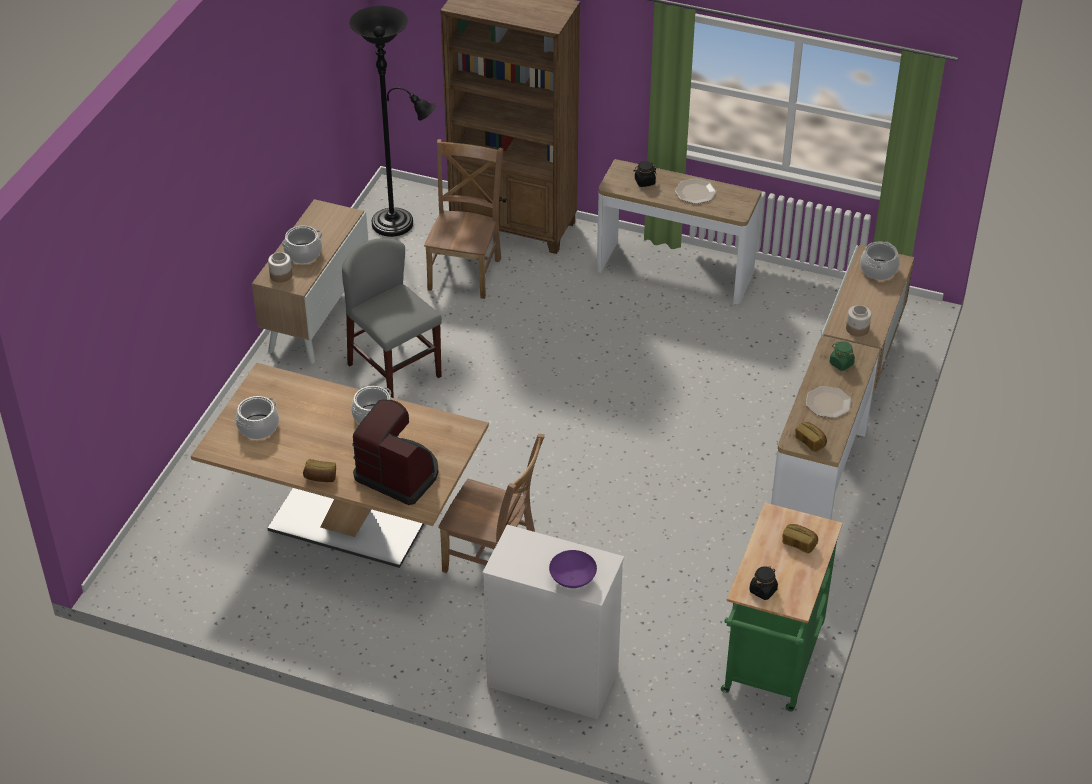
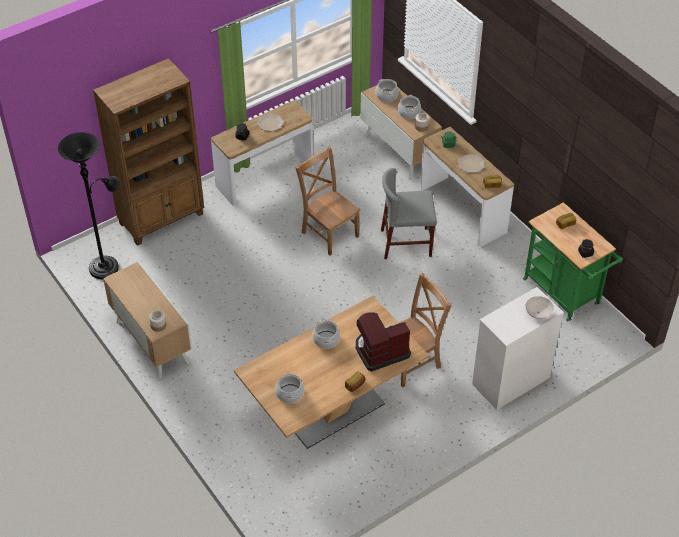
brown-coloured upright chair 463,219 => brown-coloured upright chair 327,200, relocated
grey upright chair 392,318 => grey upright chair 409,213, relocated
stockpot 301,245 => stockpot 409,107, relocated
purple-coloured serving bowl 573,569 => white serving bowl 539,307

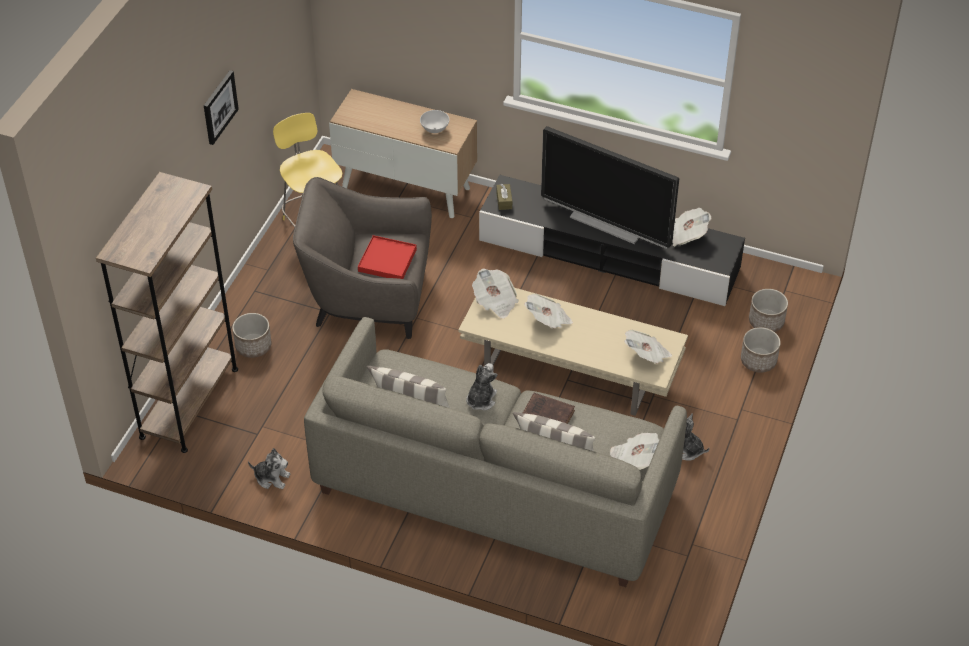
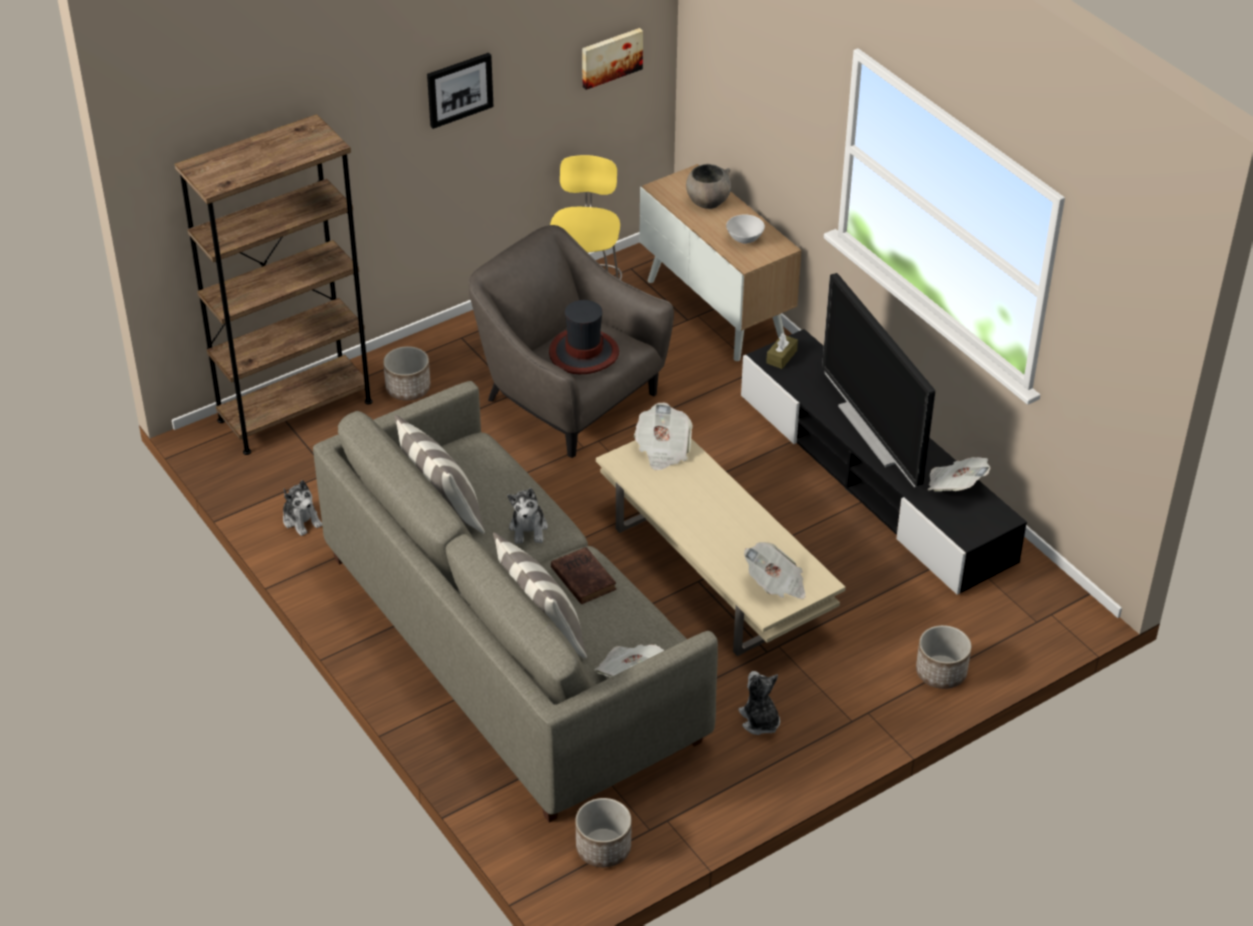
soft toy 481,387 => soft toy 527,516, 120 degrees clockwise
red tray 387,257 => clothing hat 584,337
plant pot 768,310 => plant pot 604,832, relocated
nothing => wall picture 612,59
nothing => grey serving bowl 708,186
daily paper 548,311 => nothing

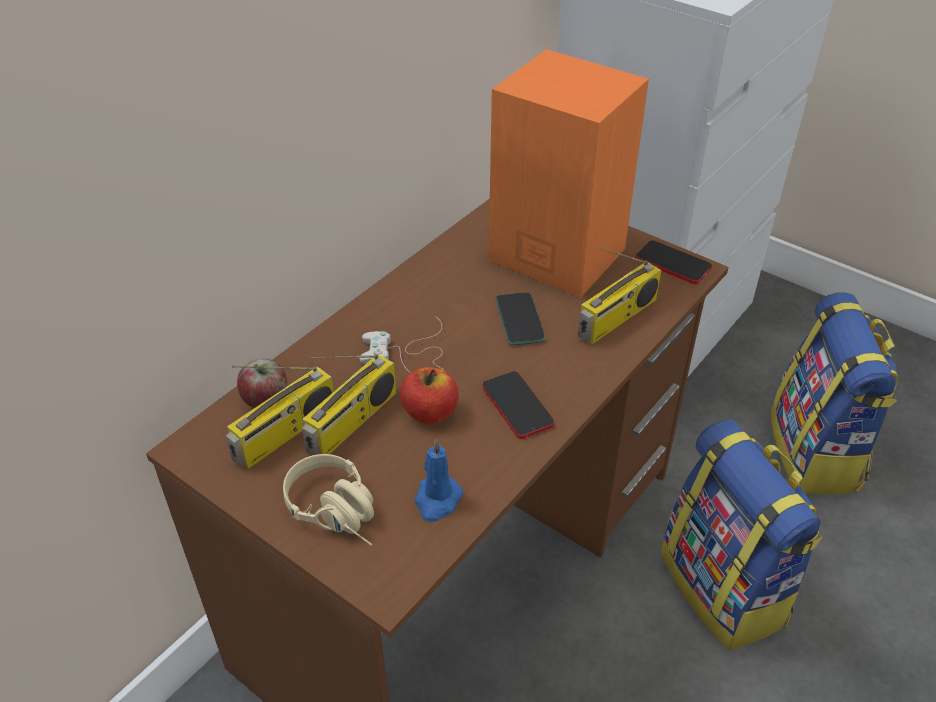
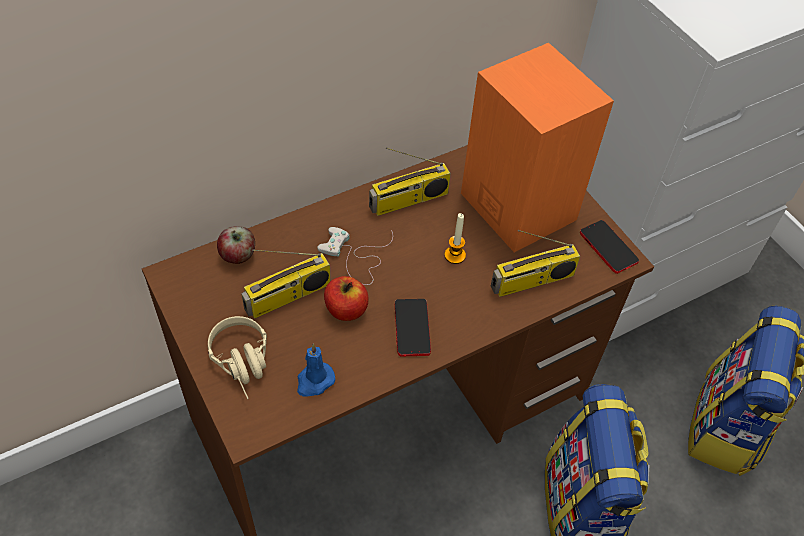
radio set 280,416 => radio set 410,181, relocated
handset 520,319 => wax candle 455,238

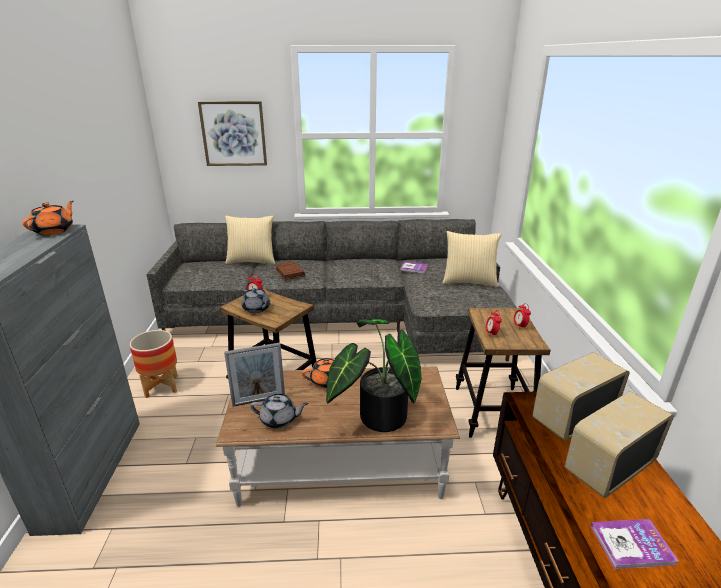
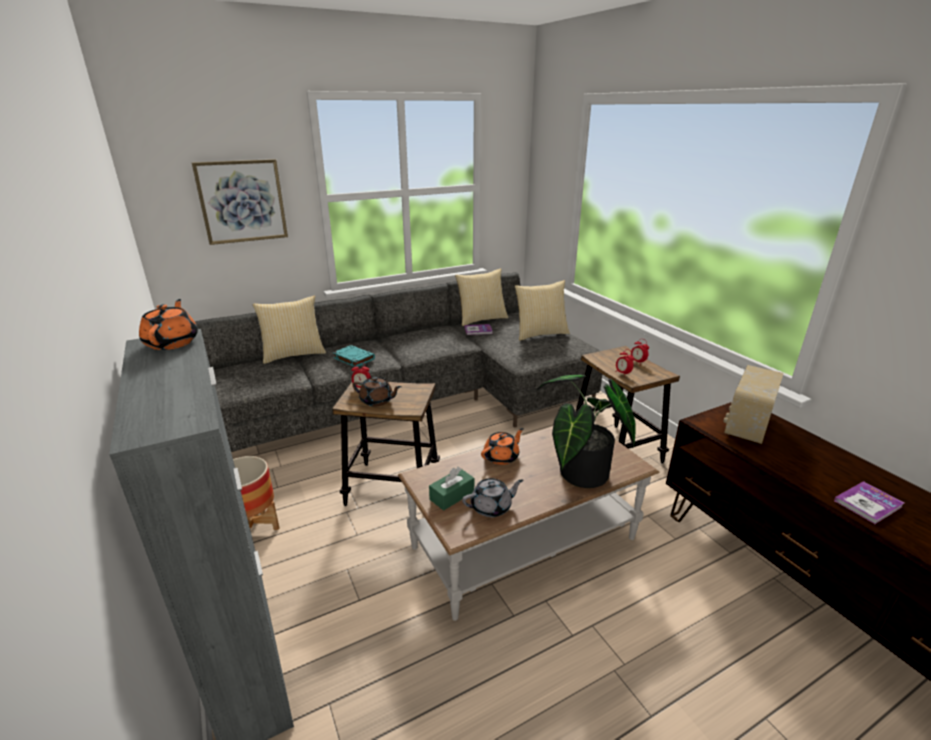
brown-coloured volume 290,270 => turquoise-coloured volume 354,356
grey pot for tea 256,300 => brown-coloured pot for tea 377,391
picture frame 254,375 => green-coloured tissue holder 451,489
nothing => throw pillow 481,297
radio set 619,444 => nothing

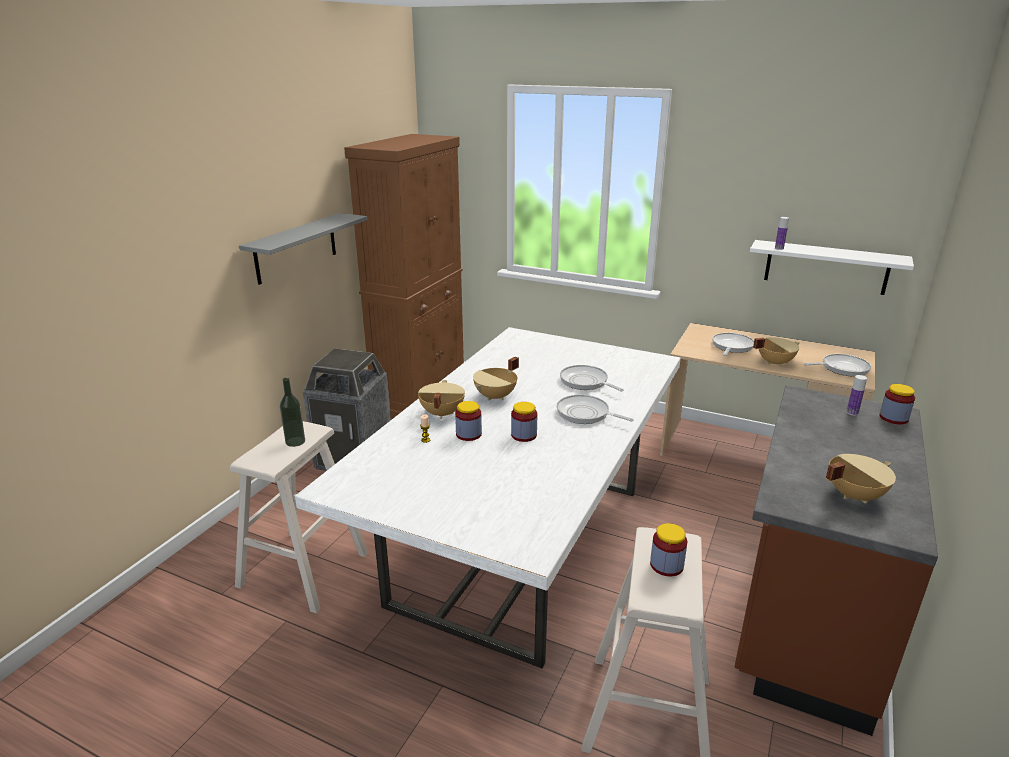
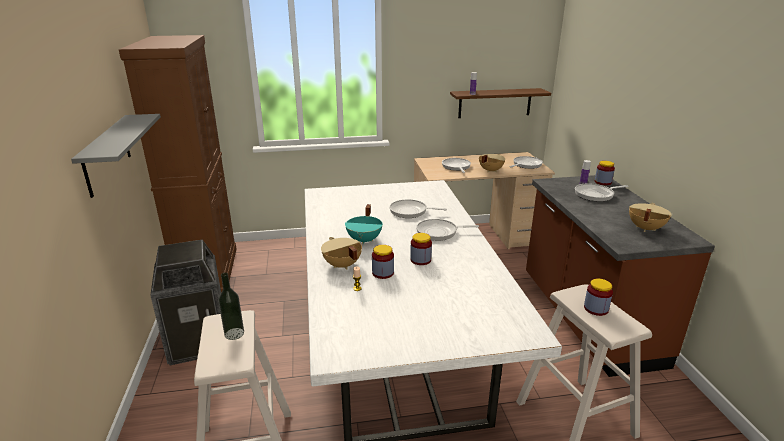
sand-coloured stockpot 496,379 => turquoise-coloured stockpot 363,224
white shelf 832,267 => brown-coloured shelf 500,103
nothing => frying pan 602,193

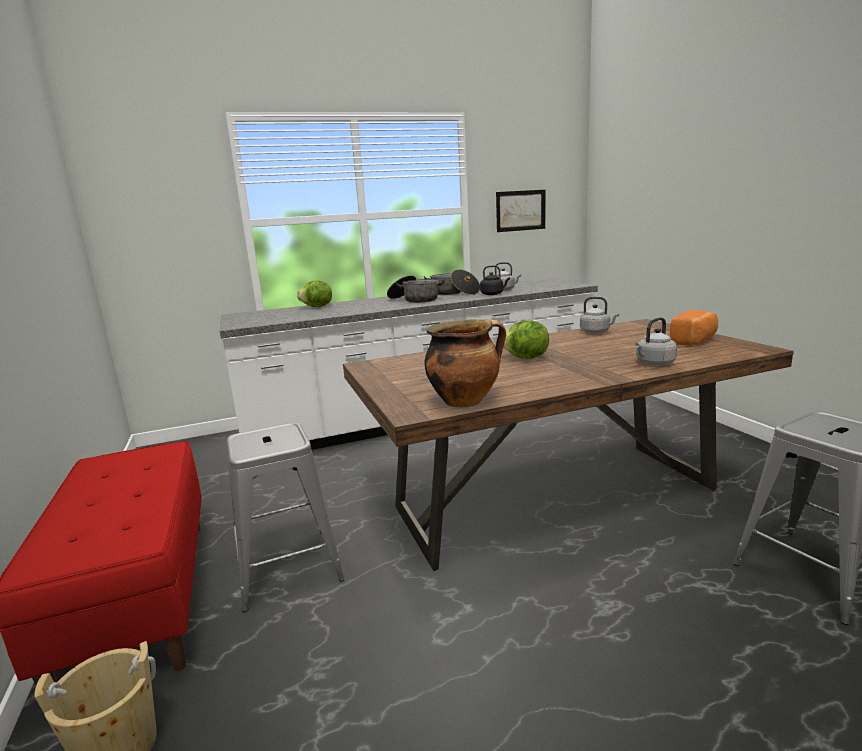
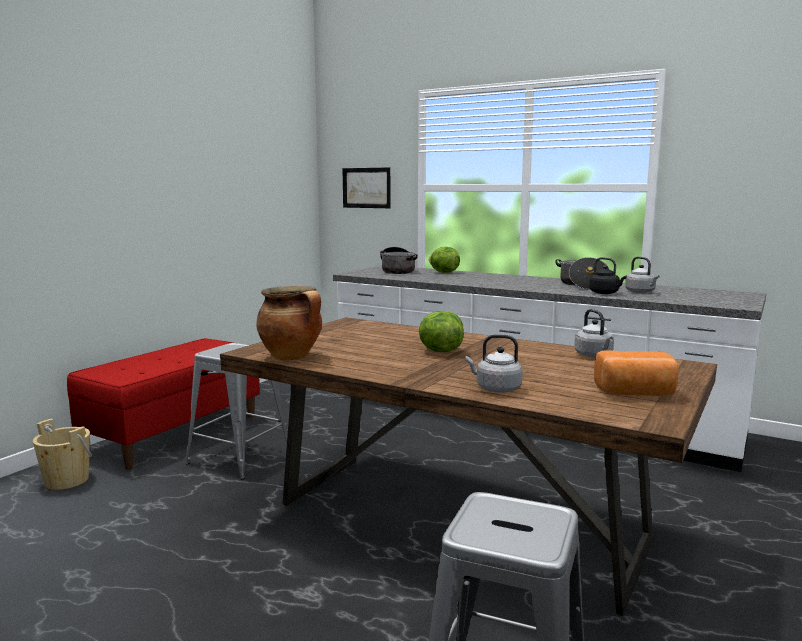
wall picture 520,211 => wall picture 366,187, relocated
stockpot 416,289 => stockpot 399,260, relocated

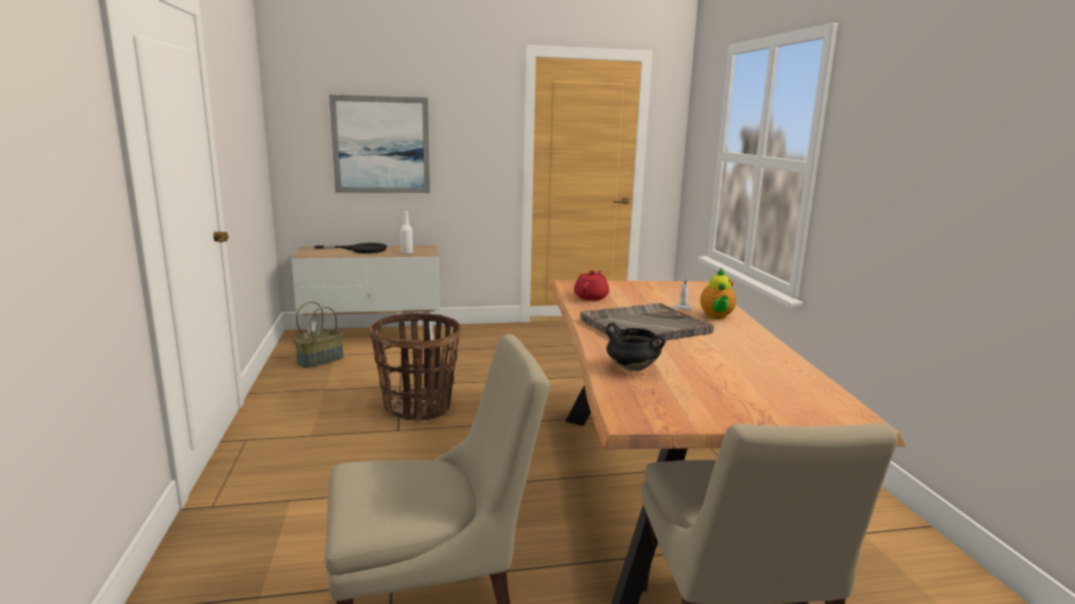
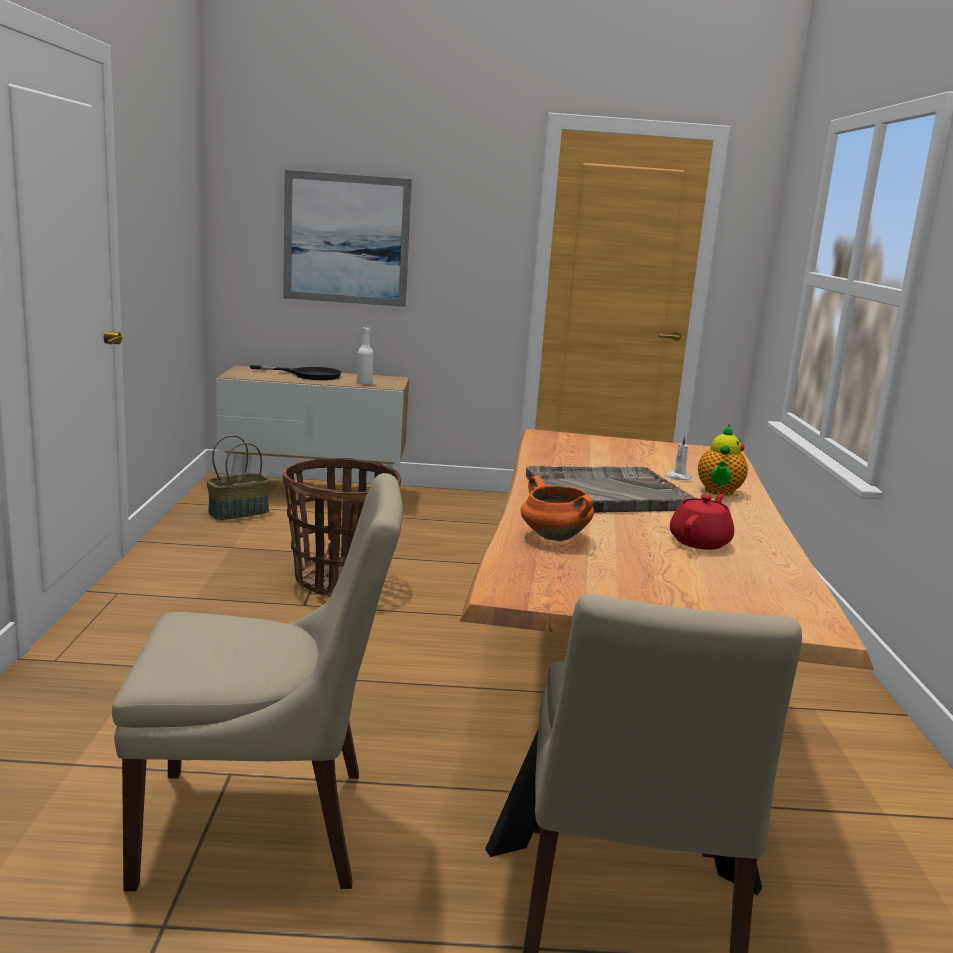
blackish stockpot 636,346 => orange stockpot 557,508
red pot for tea 591,285 => red pot for tea 702,522, relocated

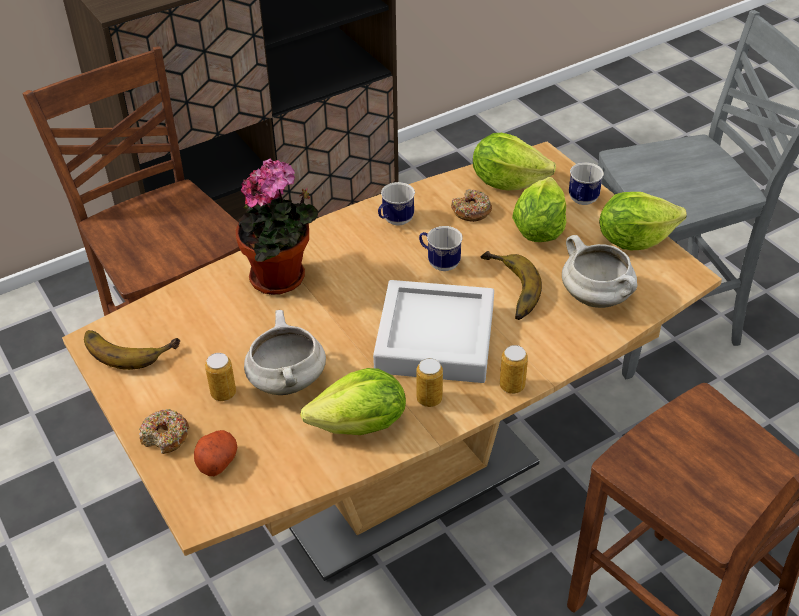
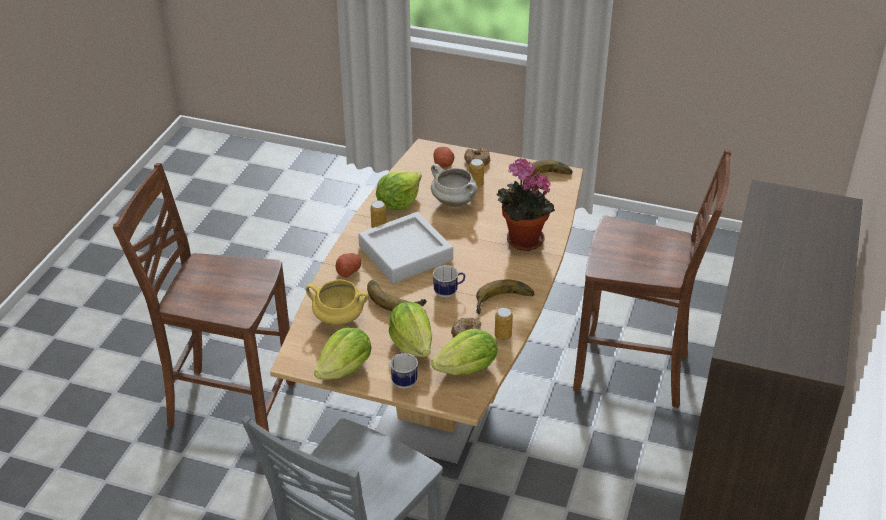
white stockpot 599,271 => yellow stockpot 337,302
nothing => whole potato 348,265
tea mug 396,204 => whole banana 505,297
metal can 514,369 => metal can 504,324, relocated

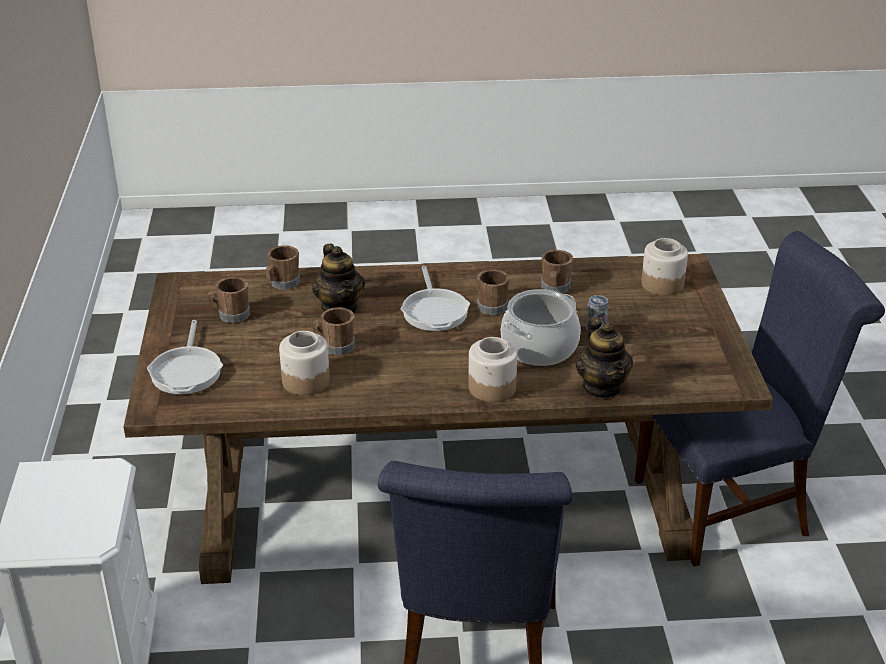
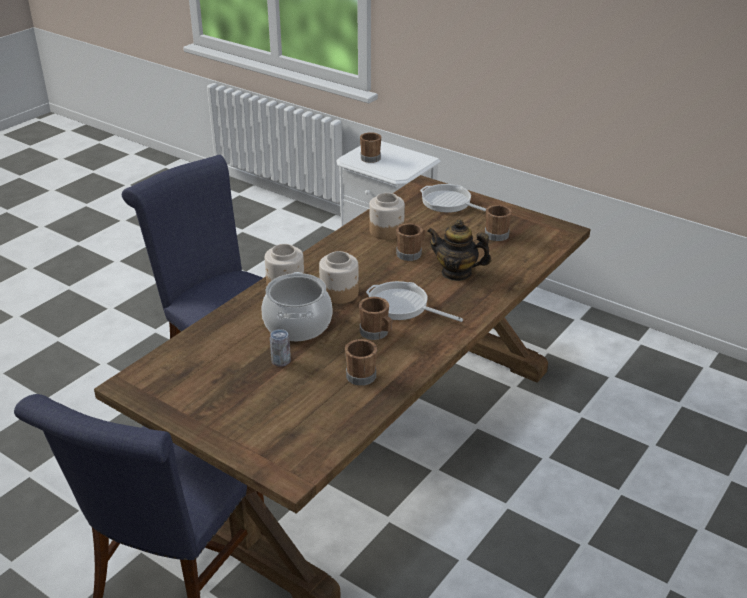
jar 664,267 => jar 339,277, relocated
brown-coloured tea mug 282,267 => brown-coloured tea mug 370,148, relocated
pot for tea 604,357 => nothing

